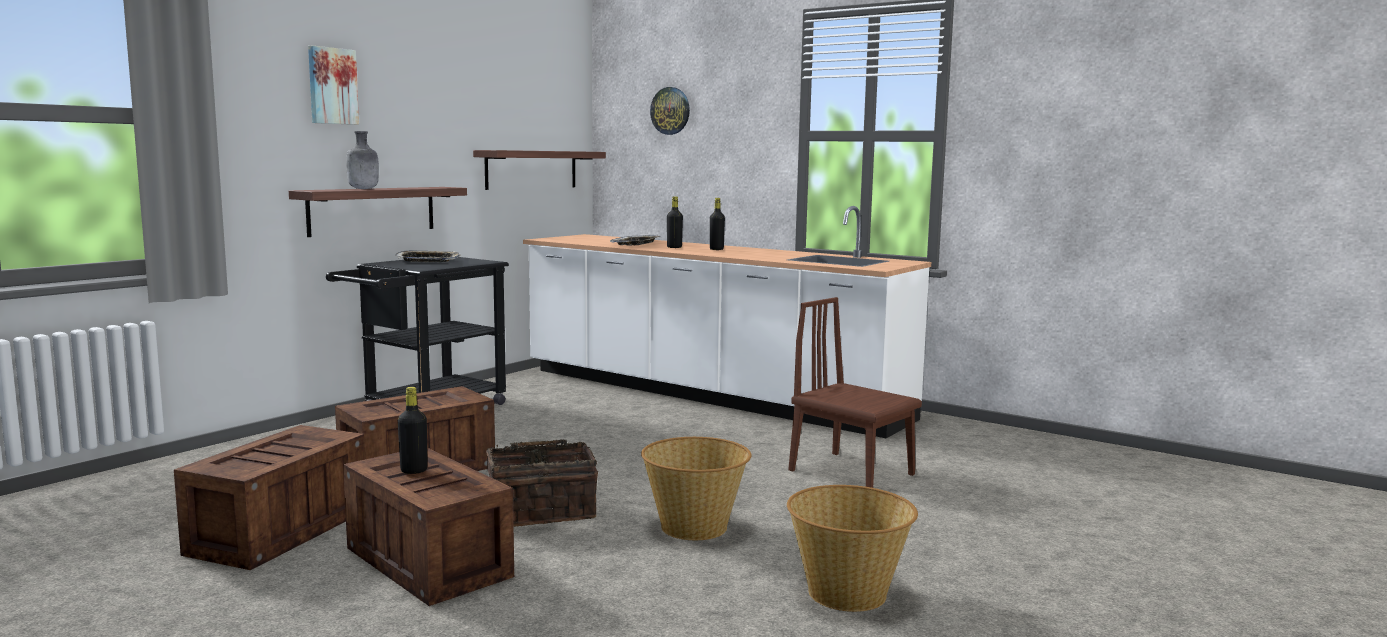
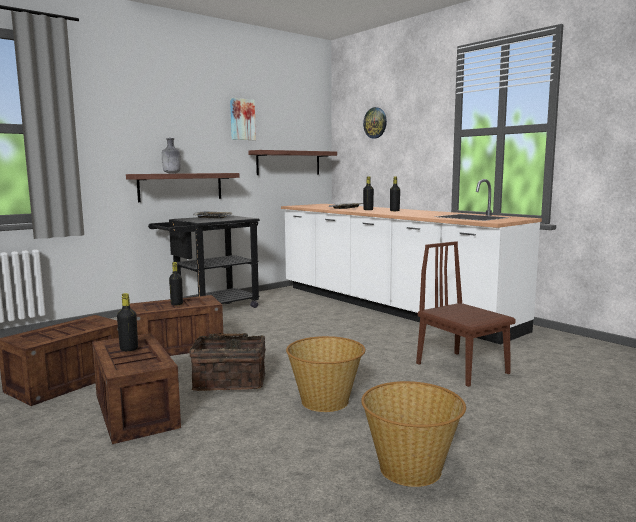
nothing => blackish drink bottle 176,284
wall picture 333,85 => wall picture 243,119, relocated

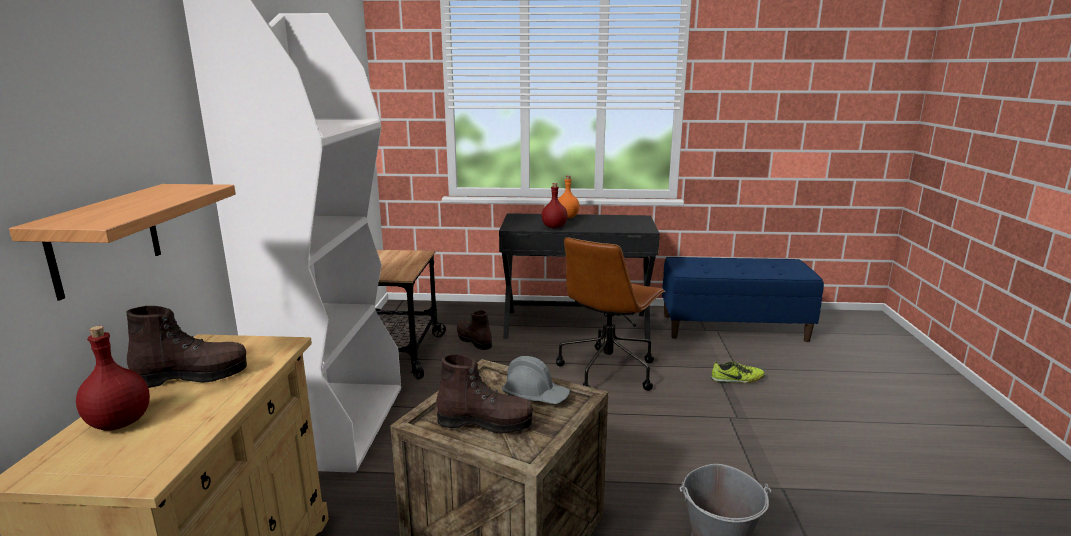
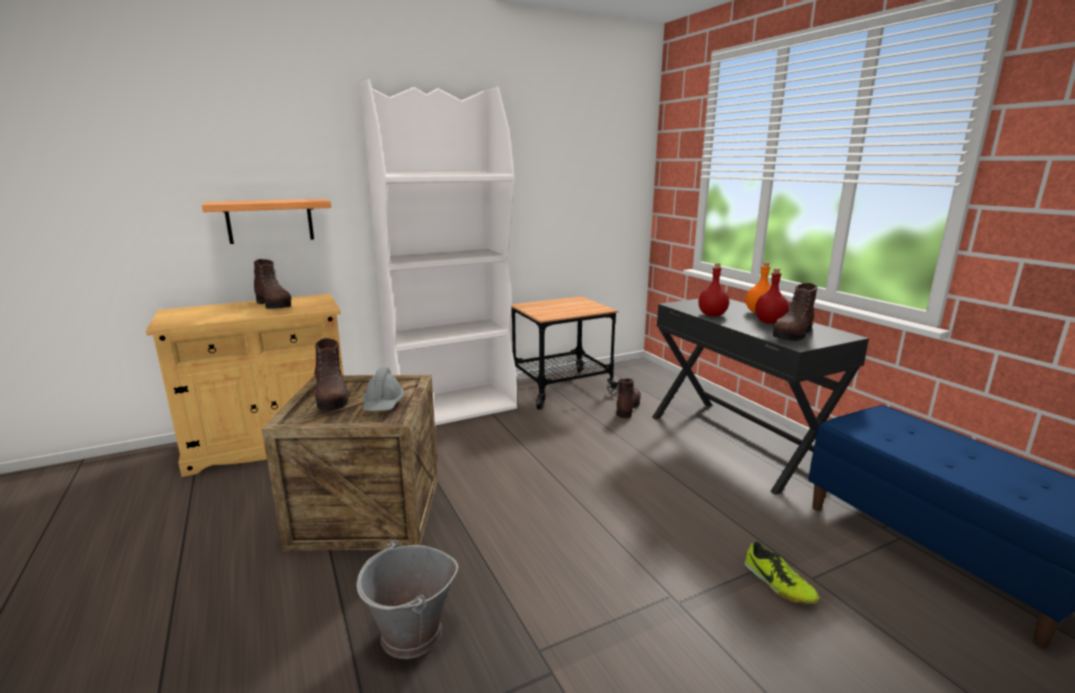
red drink bottle 113,378 => red drink bottle 772,296, relocated
nothing => brown-coloured high-top boot 795,312
brown-coloured office chair 610,314 => nothing

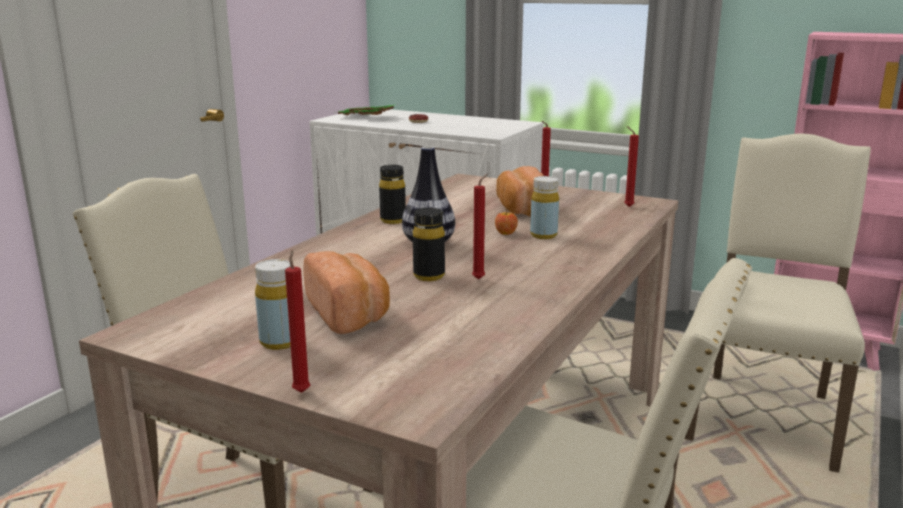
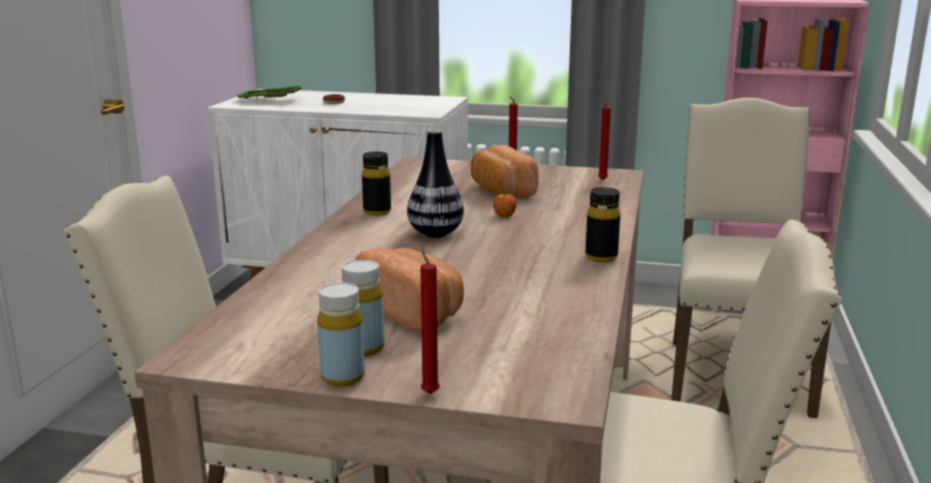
yellow drink bottle 544,207 => yellow drink bottle 341,334, relocated
blackish drink bottle 429,244 => blackish drink bottle 602,224, relocated
red wax candle 480,227 => nothing

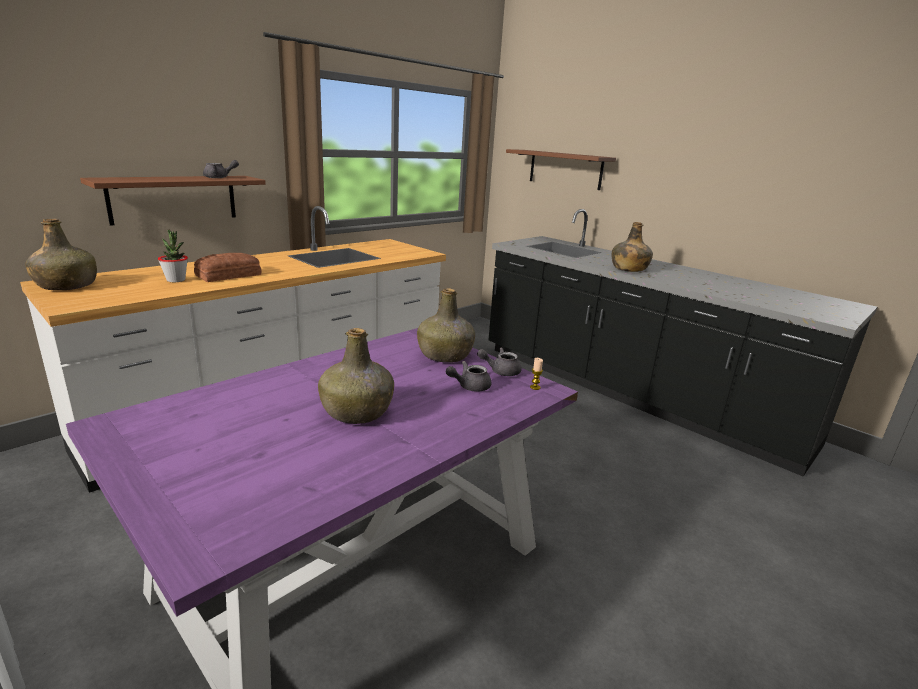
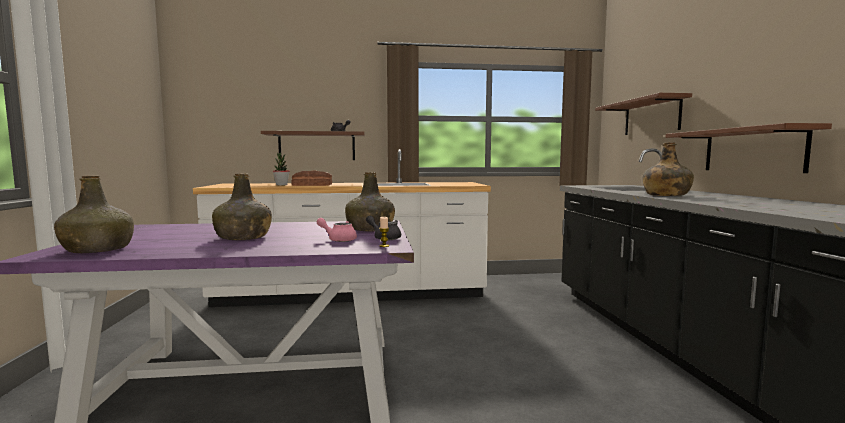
green-coloured drink bottle 61,255 => green-coloured drink bottle 94,214, relocated
grey pot for tea 469,376 => pink pot for tea 337,230
nothing => brown-coloured shelf 749,148

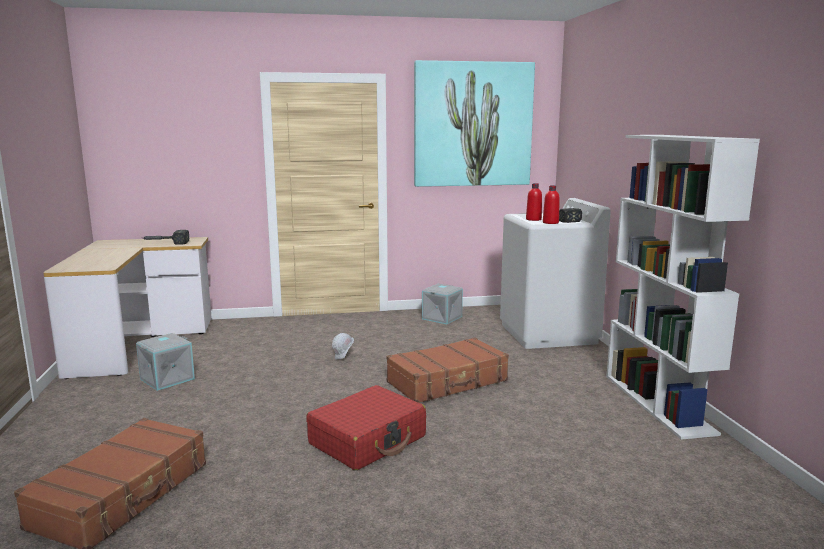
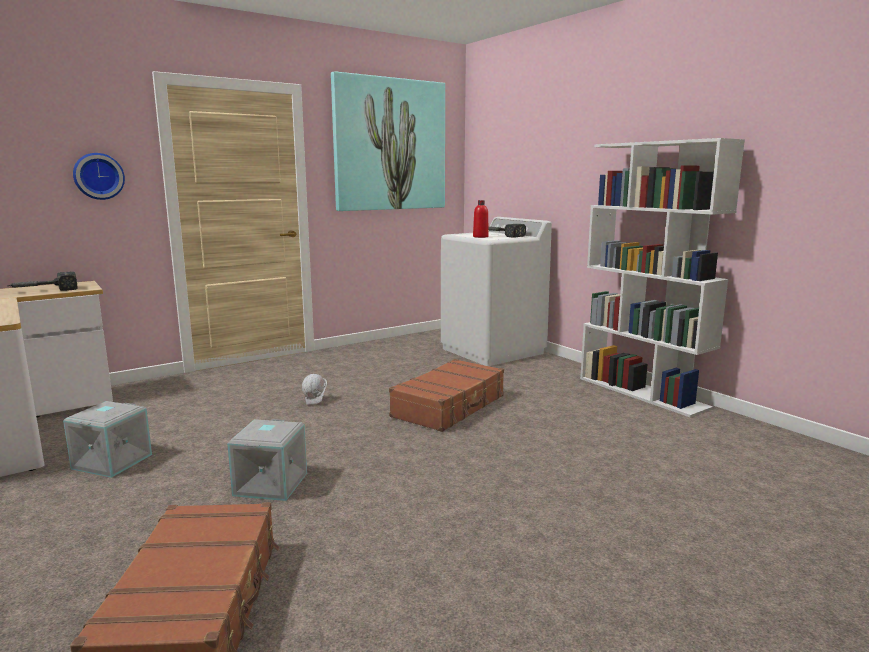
nothing => wall clock 99,176
grey storage bin 442,304 => grey storage bin 267,460, relocated
red travel case 366,427 => nothing
red drink bottle 551,204 => nothing

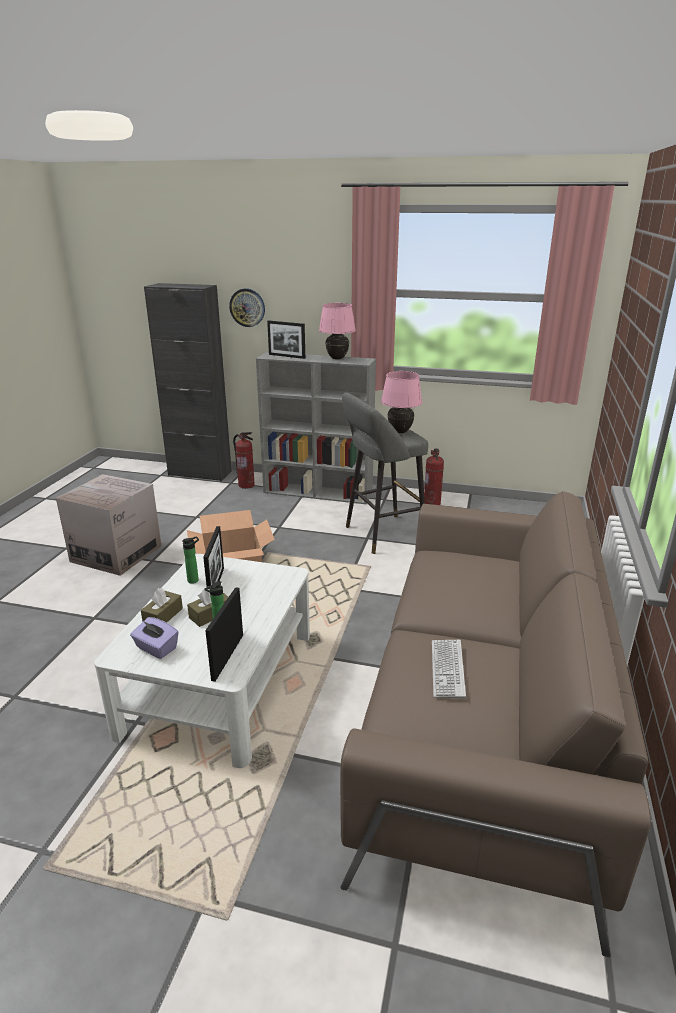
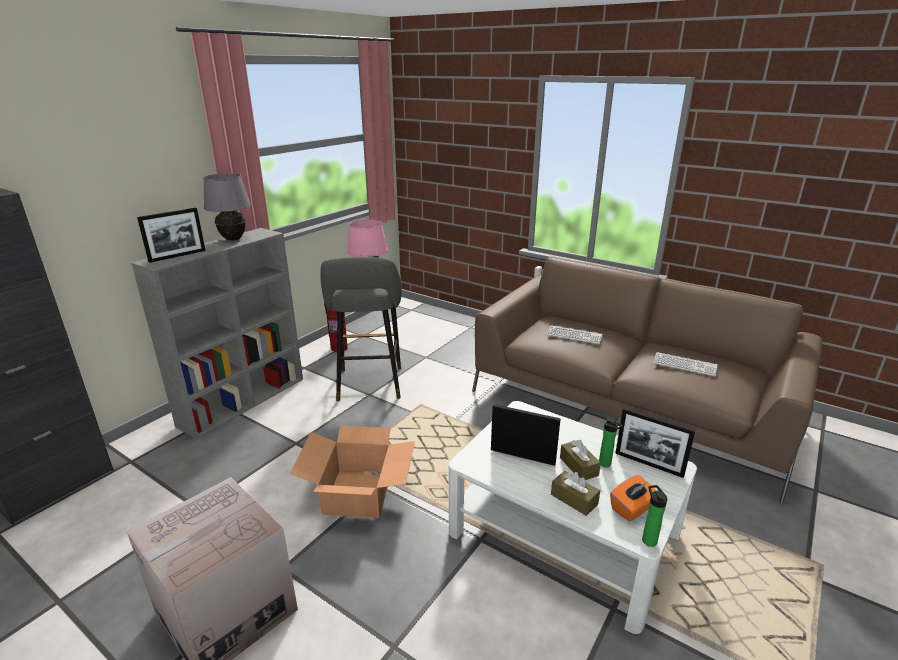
pink lamp for a table 337,331 => grey lamp for a table 227,207
nothing => computer keyboard 575,334
purple-coloured tissue holder 154,638 => orange tissue holder 633,498
drink bottle 190,560 => drink bottle 654,516, relocated
wall clock 247,307 => nothing
fire extinguisher 244,460 => nothing

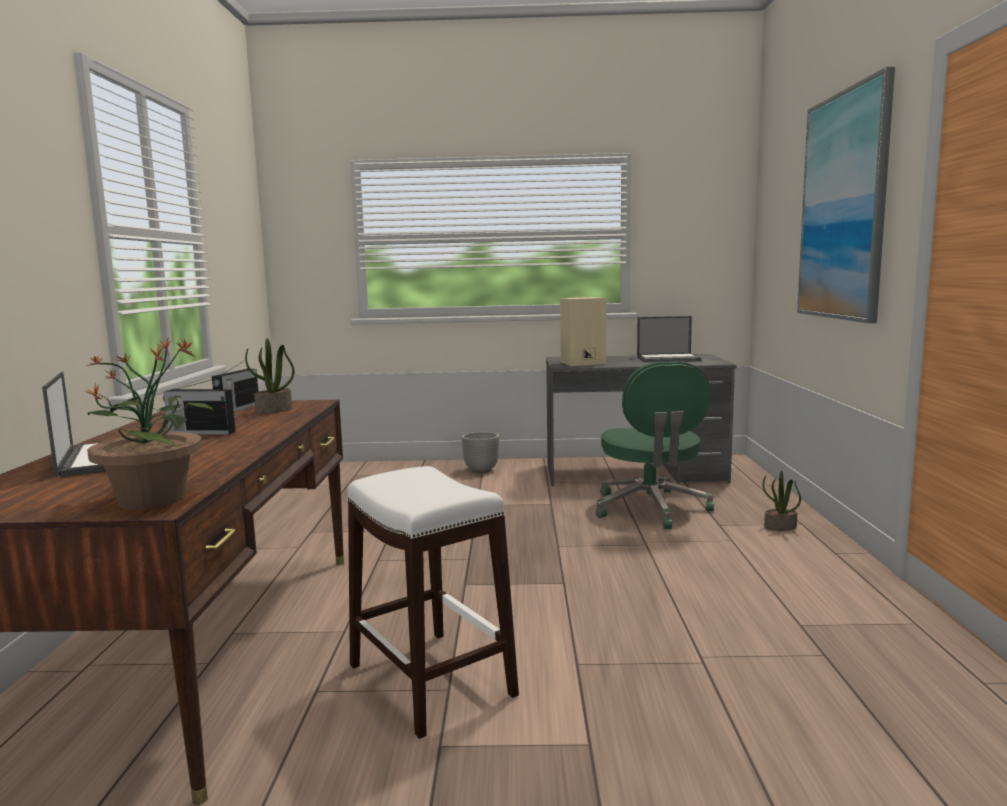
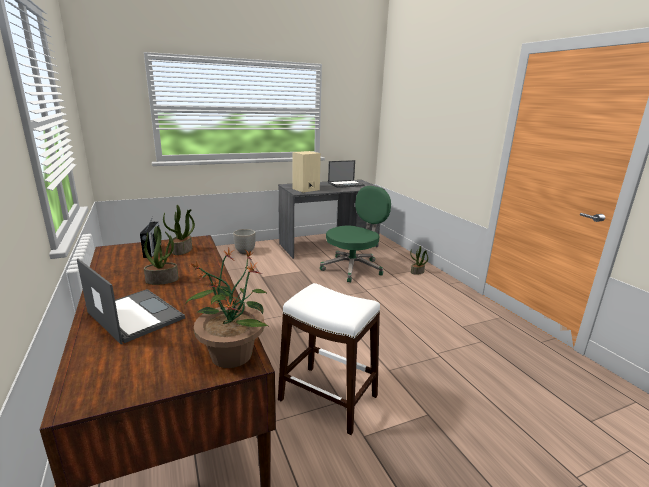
radio set 199,406 => potted plant 161,255
green-coloured office chair 655,445 => green-coloured office chair 355,234, 105 degrees counterclockwise
wall picture 846,195 => nothing

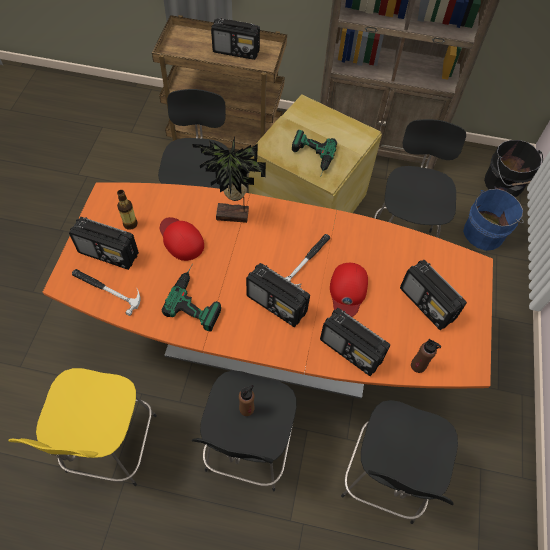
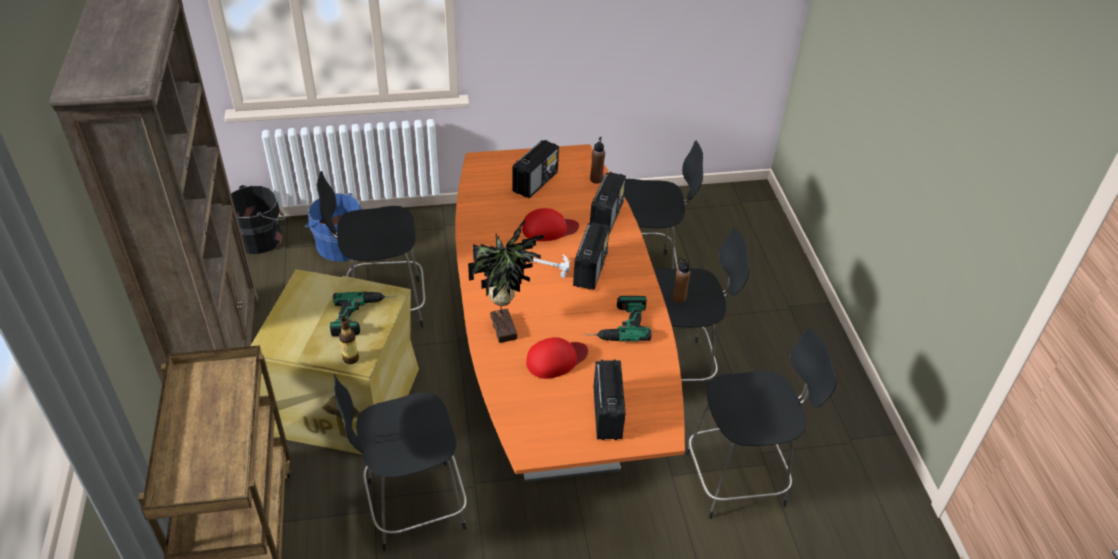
drink bottle 127,210 => drink bottle 349,340, relocated
red peaked cap 182,239 => red peaked cap 557,358, 150 degrees counterclockwise
yellow stool seat 82,427 => blackish stool seat 761,424
tool hammer 106,292 => nothing
radio set 235,39 => nothing

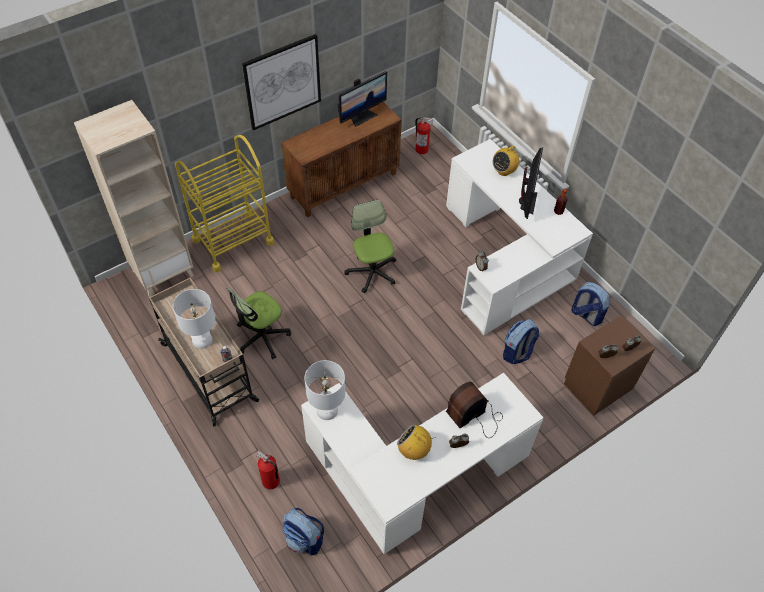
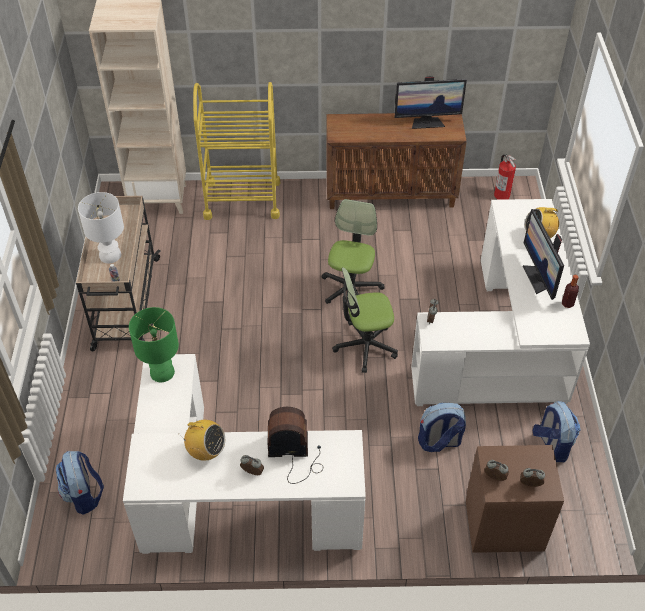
white lamp for a table 325,390 => green-coloured lamp for a table 154,344
radio set 416,442 => radio set 202,440, 135 degrees clockwise
office chair 259,323 => office chair 365,320, relocated
computer screen 531,183 => computer screen 543,254, 120 degrees clockwise
wall picture 281,82 => nothing
fire extinguisher 268,470 => nothing

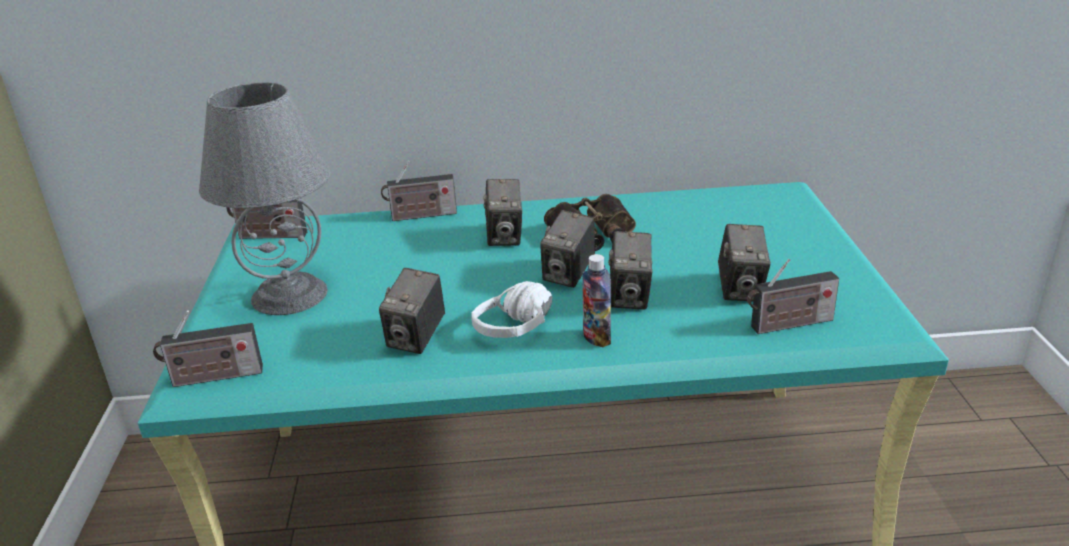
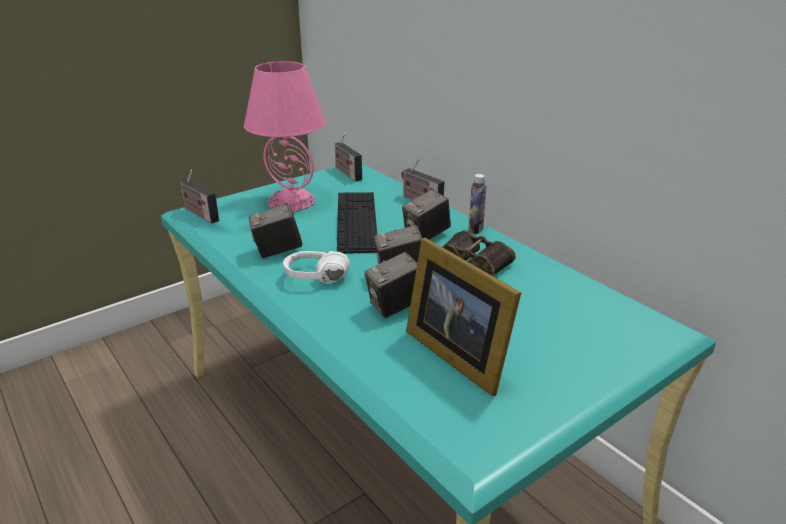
grey lamp for a table 265,198 => pink lamp for a table 284,136
nothing => computer keyboard 357,223
photo camera 744,262 => picture frame 463,317
drink bottle 596,300 => drink bottle 478,204, relocated
radio set 793,296 => nothing

